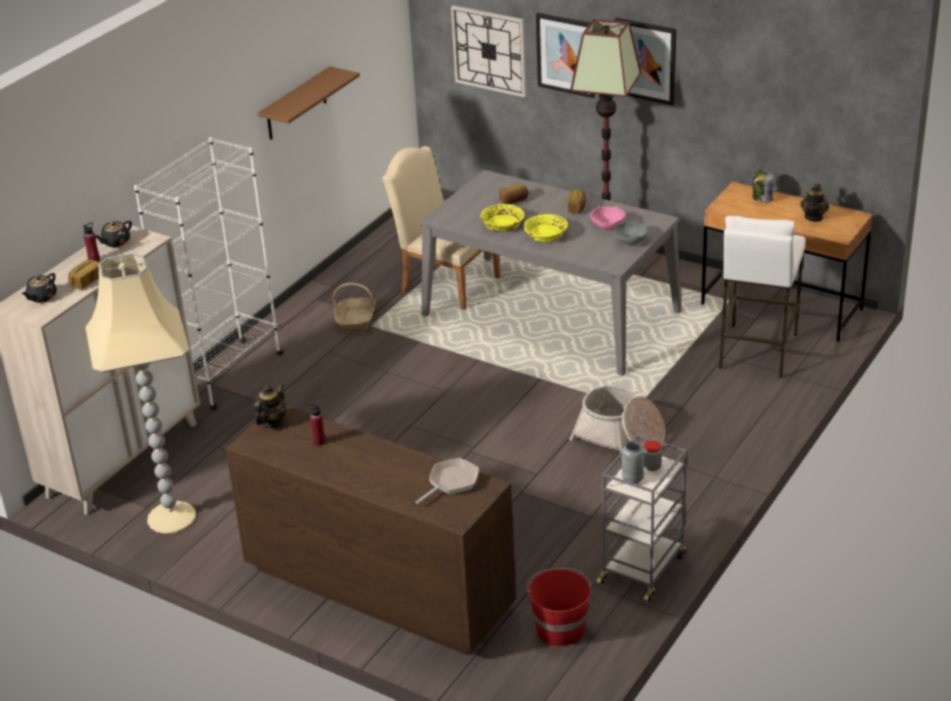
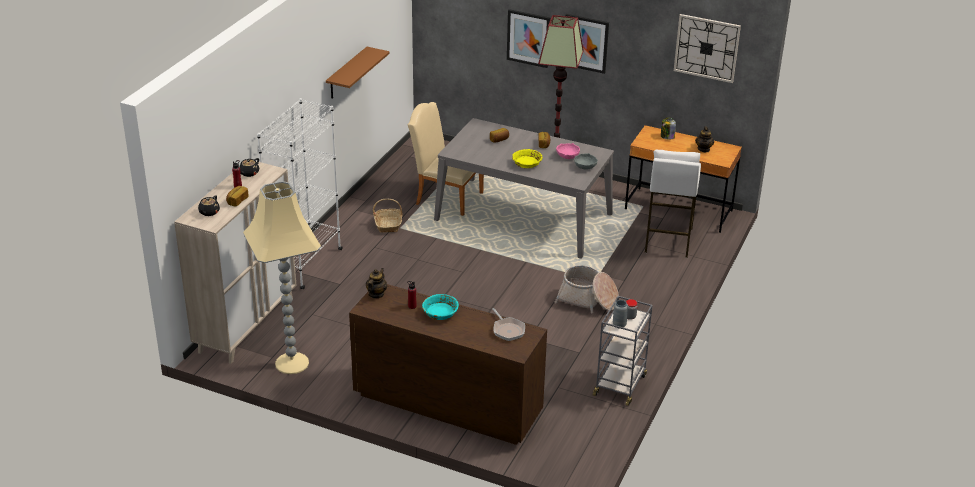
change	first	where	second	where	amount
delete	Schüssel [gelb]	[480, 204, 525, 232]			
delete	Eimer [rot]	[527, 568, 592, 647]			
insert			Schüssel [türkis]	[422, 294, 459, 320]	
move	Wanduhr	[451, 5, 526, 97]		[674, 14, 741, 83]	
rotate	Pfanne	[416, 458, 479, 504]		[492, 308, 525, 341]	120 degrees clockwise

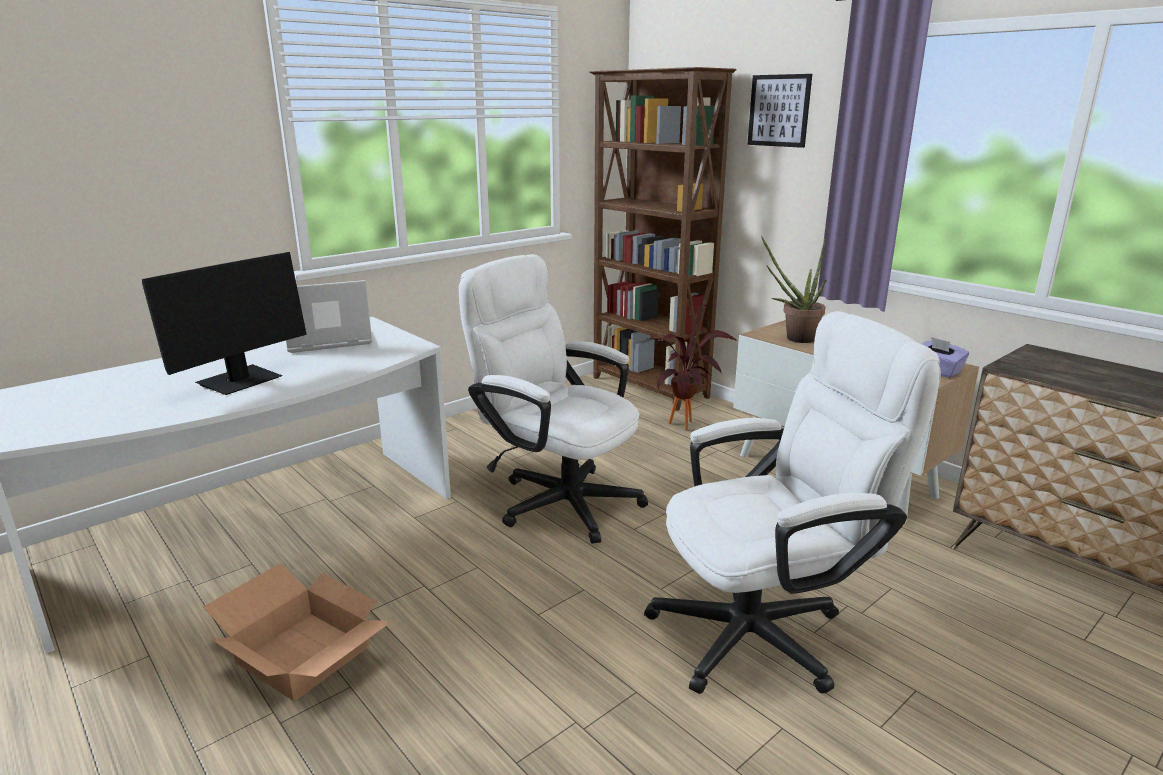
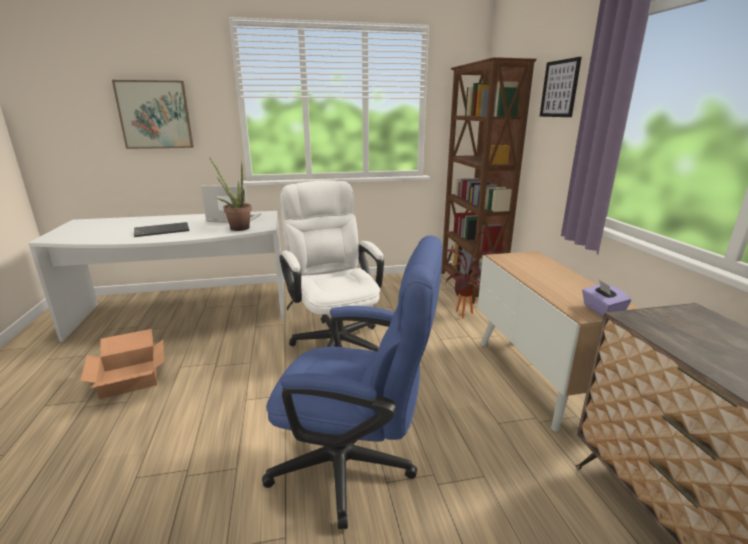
change	first	where	second	where	amount
insert			Bild	[112, 80, 194, 149]	
move	Topfpflanze	[761, 236, 827, 343]		[209, 157, 252, 231]	
replace	Monitor	[142, 252, 307, 395]	Tastatur	[134, 222, 189, 237]	
recolor	Bürostuhl [weiß]	[644, 311, 941, 694]	Bürostuhl [blau]	[262, 235, 443, 529]	

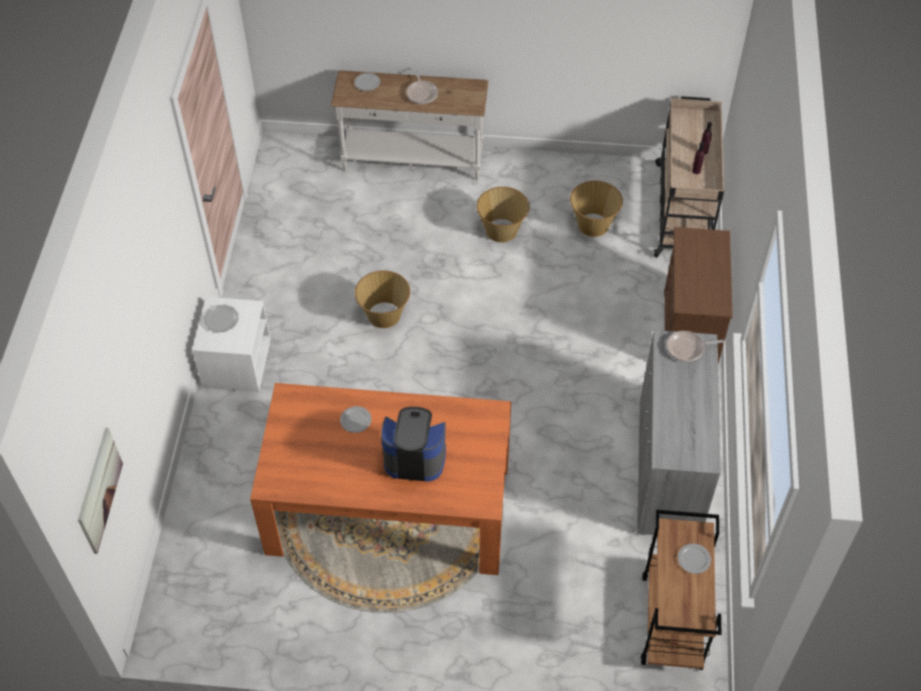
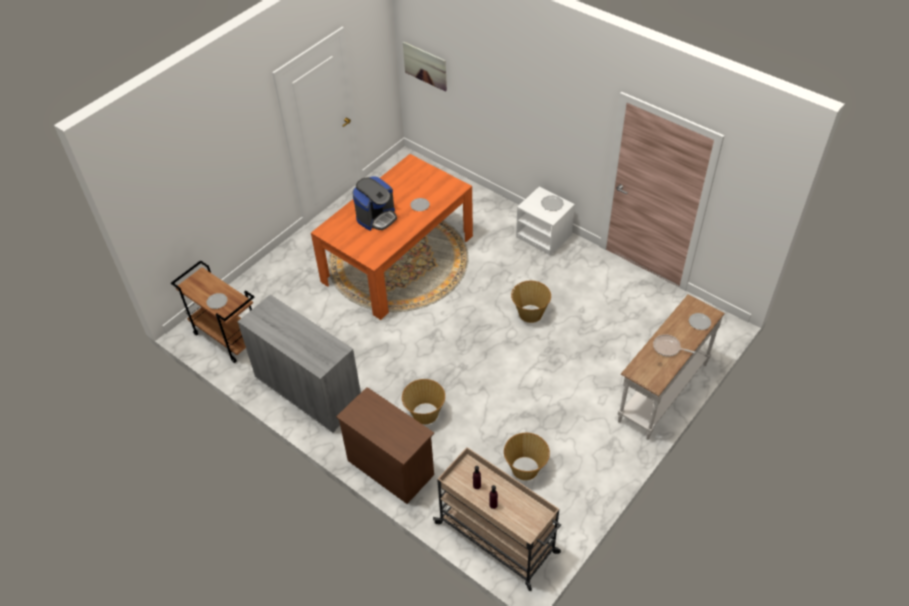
change	first	where	second	where	amount
delete	Pfanne	[667, 331, 724, 362]			
move	Korb	[477, 187, 530, 243]		[402, 379, 445, 424]	

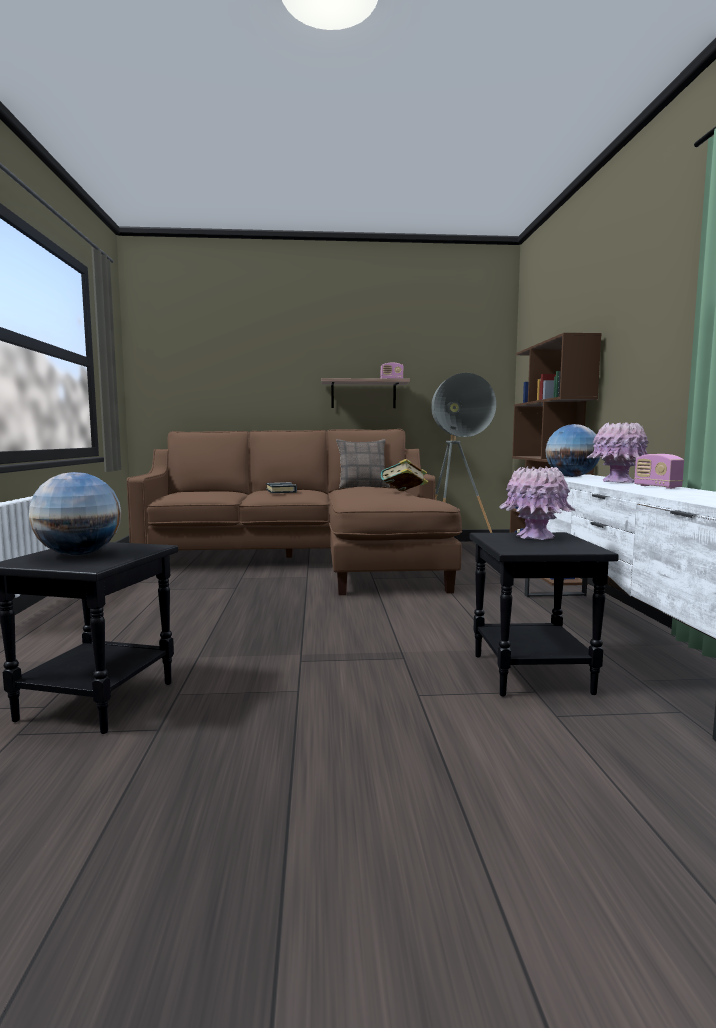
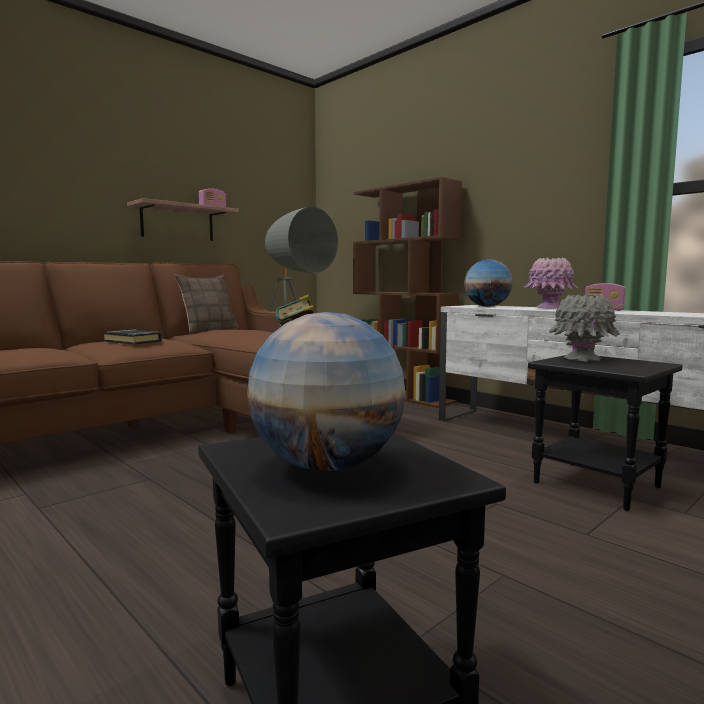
change	first	where	second	where	amount
recolor	Vase [rosa]	[500, 466, 575, 540]	Vase [grau]	[549, 294, 621, 362]	

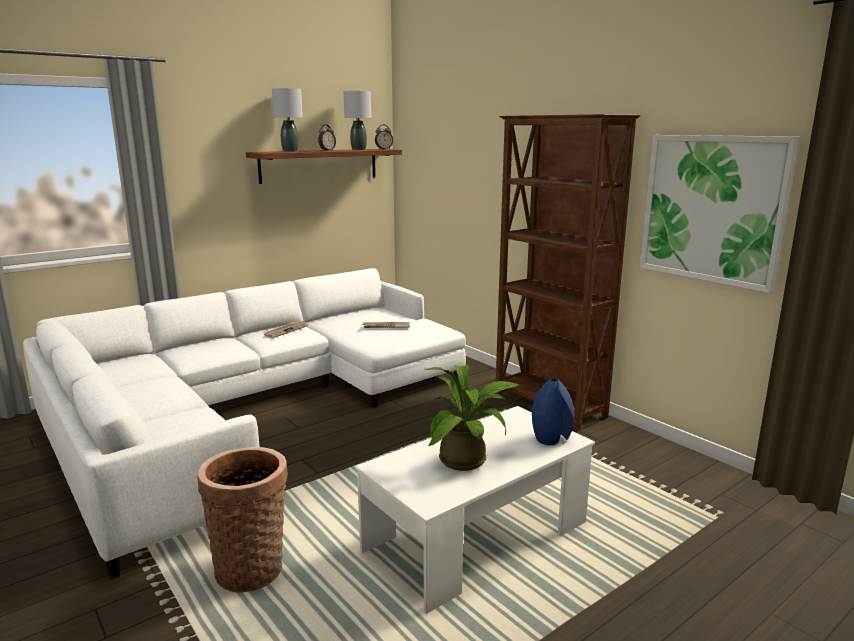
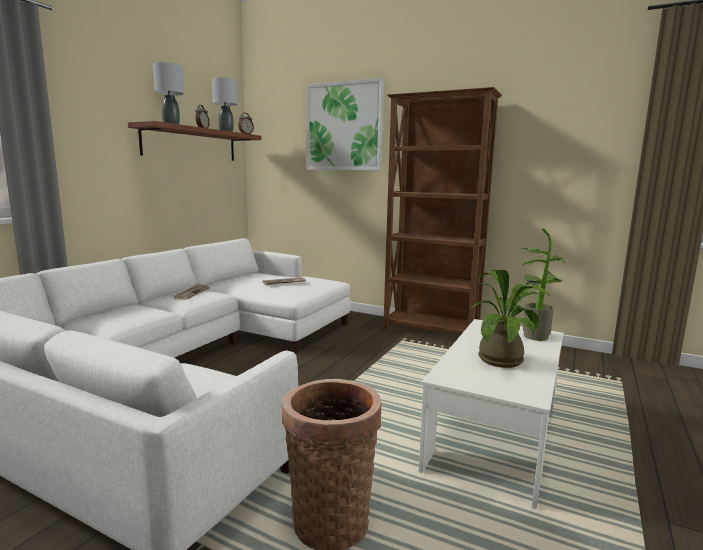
change	first	where	second	where	amount
move	Bild	[640, 135, 800, 293]		[306, 78, 384, 171]	
replace	Vase [blau]	[532, 378, 574, 445]	Topfpflanze	[521, 227, 565, 341]	

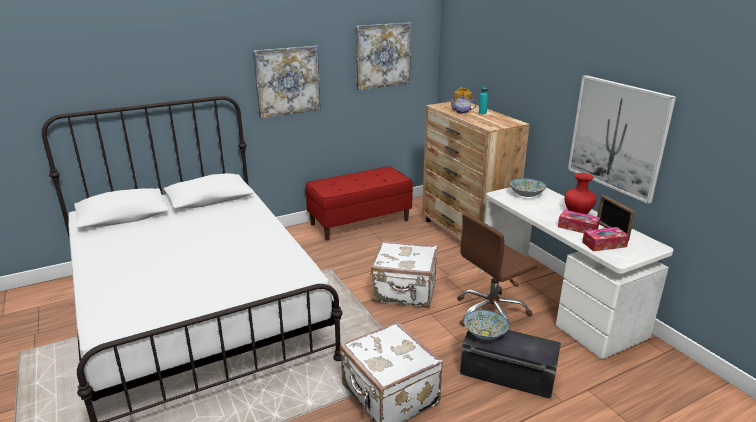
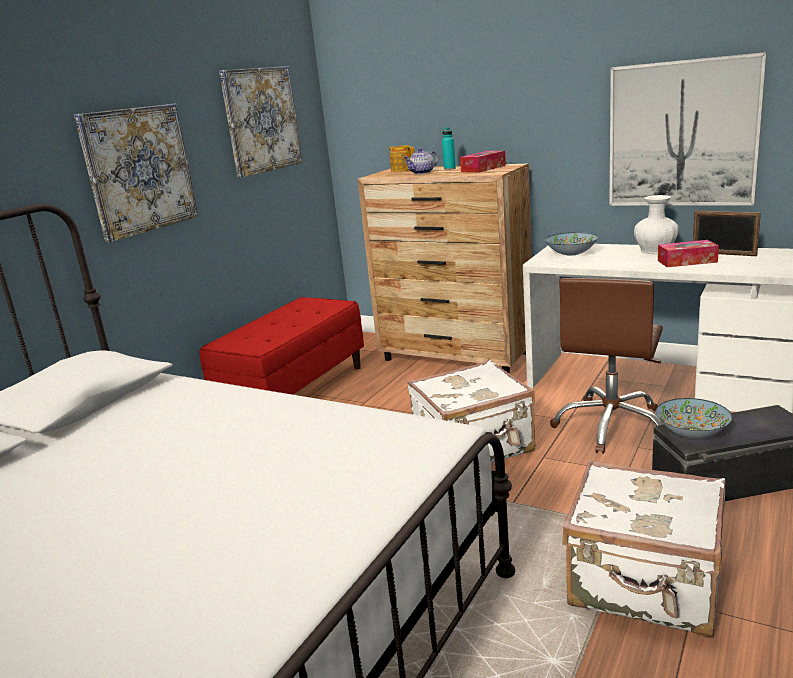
change	first	where	second	where	amount
move	Taschentuchbox	[582, 227, 629, 251]		[460, 151, 506, 173]	
recolor	Vase [rot]	[564, 173, 596, 215]	Vase [weiß]	[634, 195, 679, 254]	

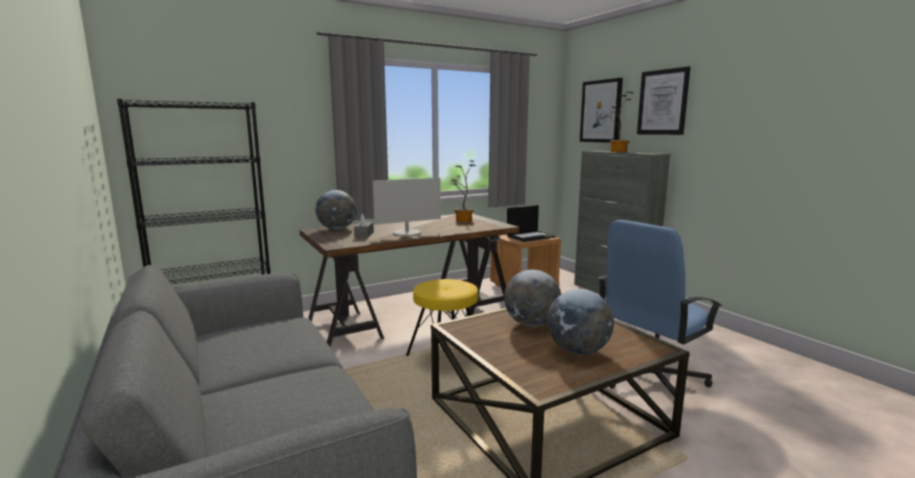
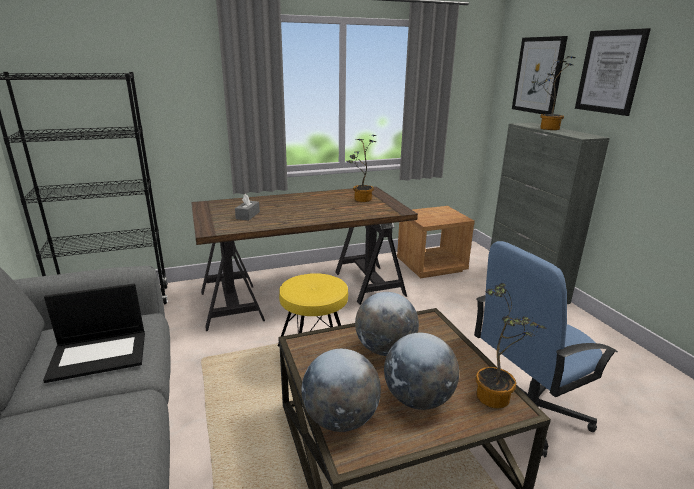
change	first	where	second	where	amount
delete	Monitor	[373, 178, 441, 237]			
insert			Topfpflanze	[476, 283, 547, 408]	
move	Globus	[316, 190, 356, 230]		[301, 349, 381, 432]	
move	Laptop	[507, 205, 555, 242]		[43, 284, 145, 383]	

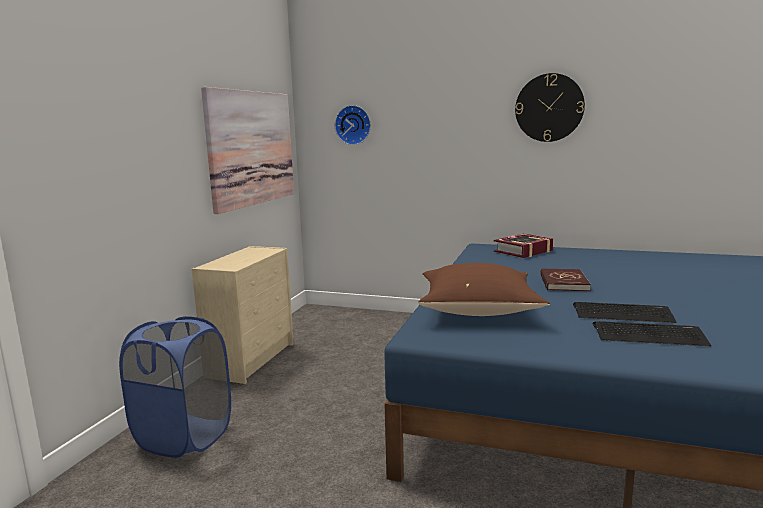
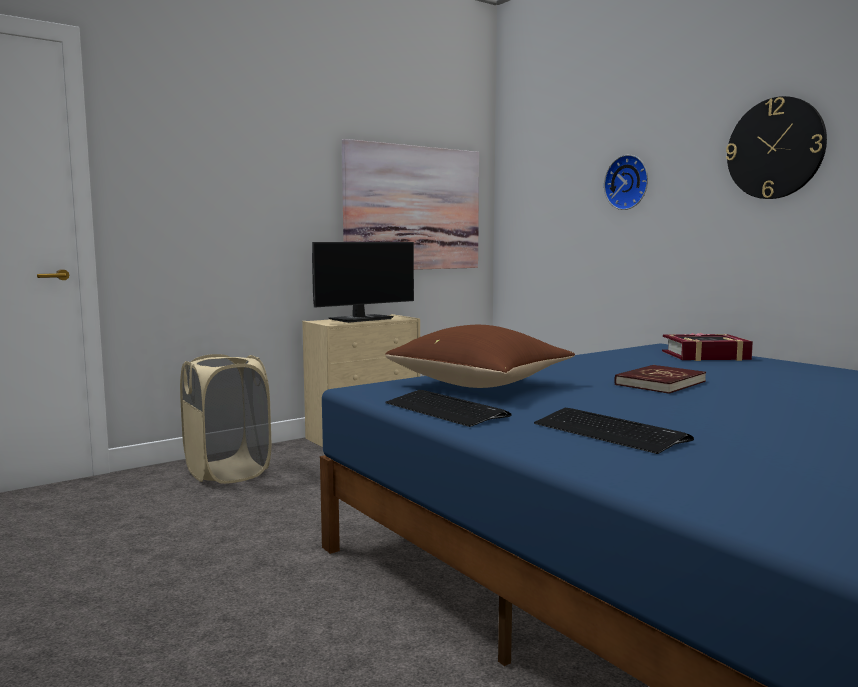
change	first	where	second	where	amount
insert			Monitor	[312, 242, 414, 323]	
move	Wanduhr	[335, 105, 371, 145]		[604, 155, 648, 210]	
move	Tastatur	[573, 302, 676, 323]		[386, 390, 512, 427]	
recolor	Wäschekorb [blau]	[119, 316, 231, 458]	Wäschekorb [beige]	[180, 354, 271, 484]	

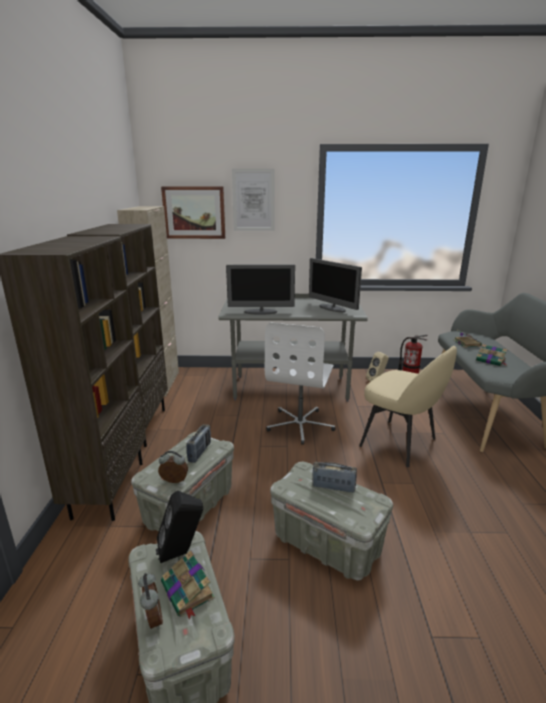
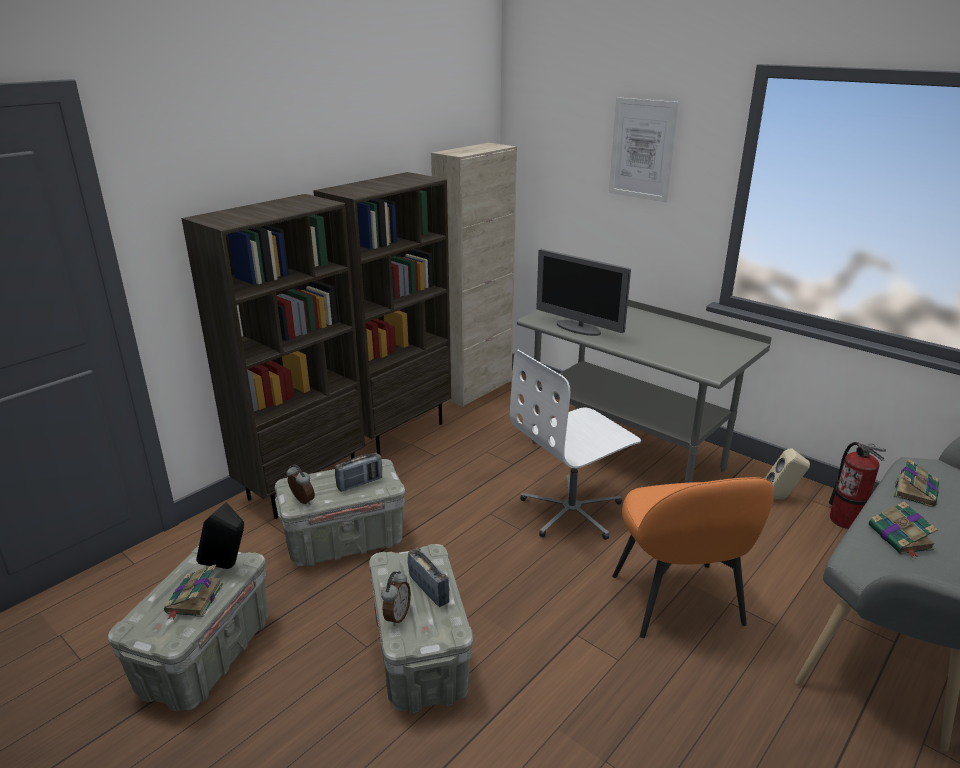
change	first	where	second	where	amount
delete	Bild	[161, 186, 225, 239]			
delete	Monitor	[309, 258, 362, 312]			
move	Wecker	[138, 573, 163, 630]		[381, 571, 411, 626]	
recolor	Stuhl [beige]	[359, 346, 457, 467]	Stuhl [orange]	[612, 477, 774, 638]	

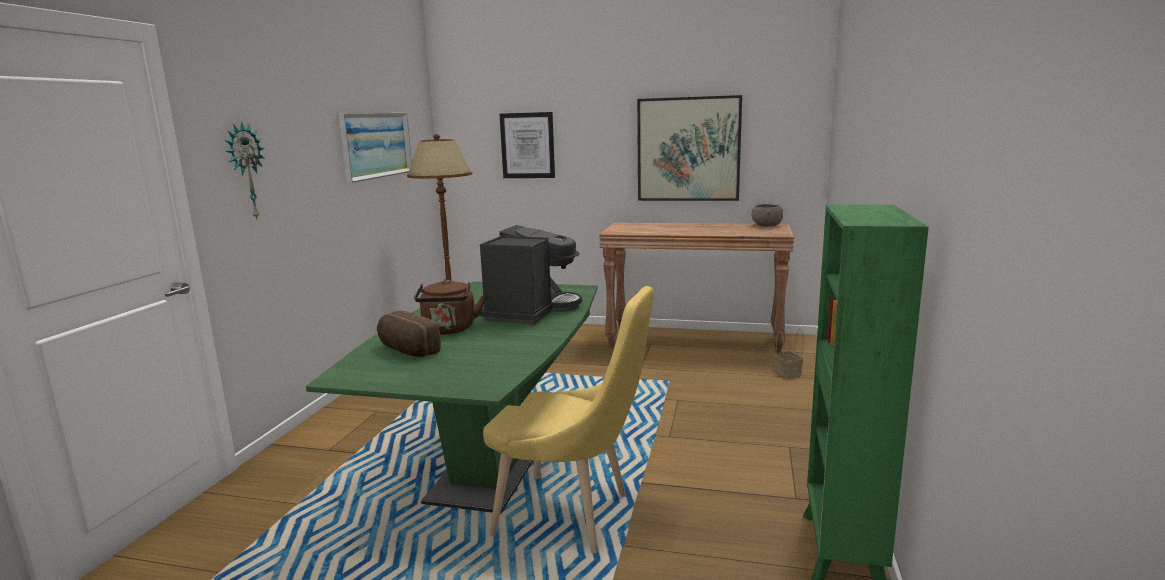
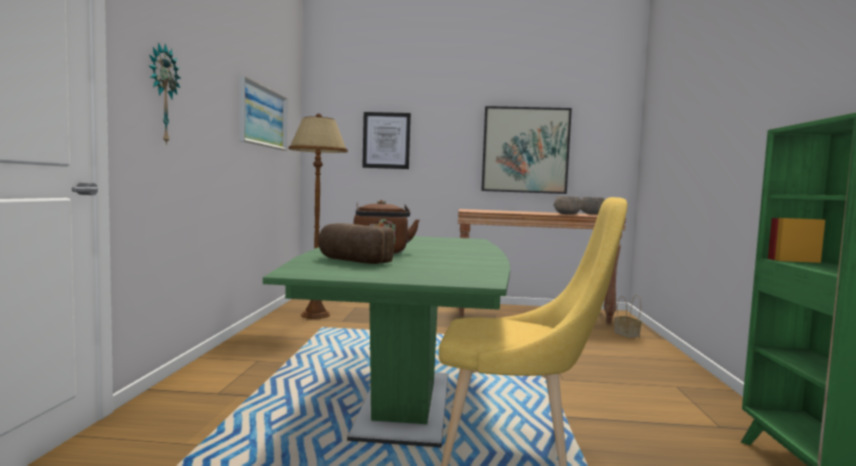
change	first	where	second	where	amount
delete	Kaffeemaschine	[479, 225, 582, 325]			
insert			Schüssel [grau]	[553, 196, 582, 215]	

